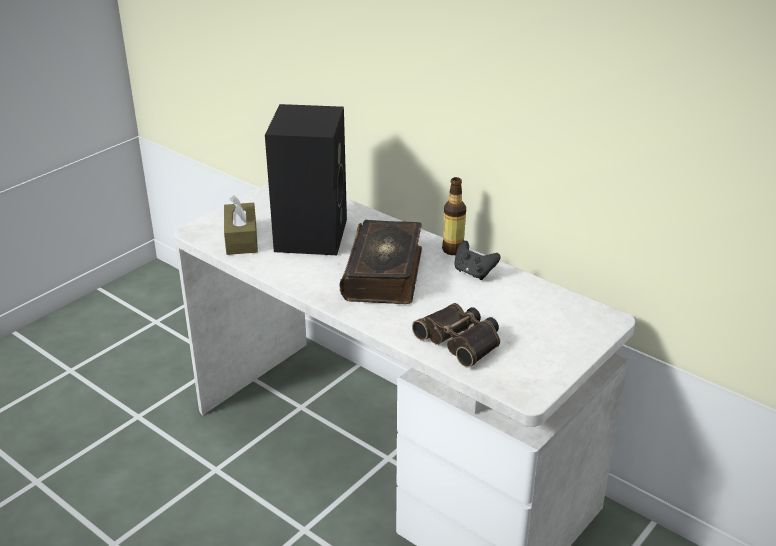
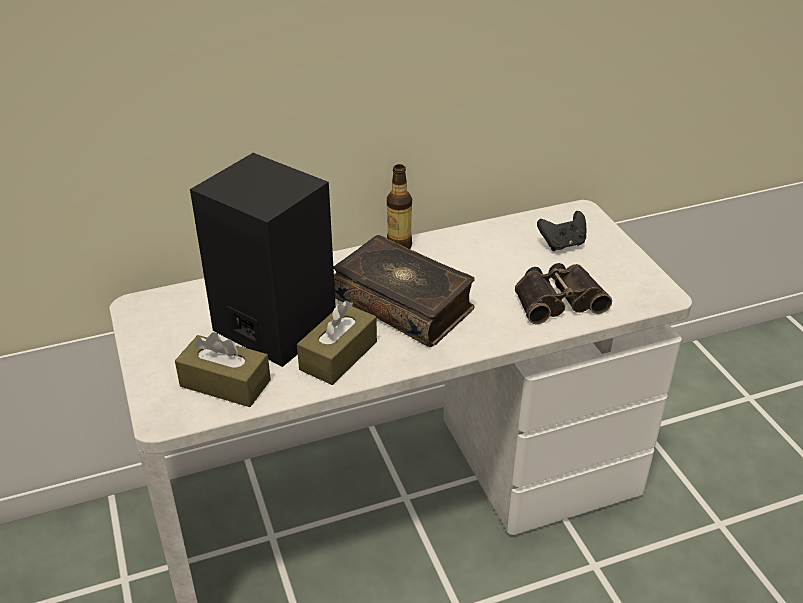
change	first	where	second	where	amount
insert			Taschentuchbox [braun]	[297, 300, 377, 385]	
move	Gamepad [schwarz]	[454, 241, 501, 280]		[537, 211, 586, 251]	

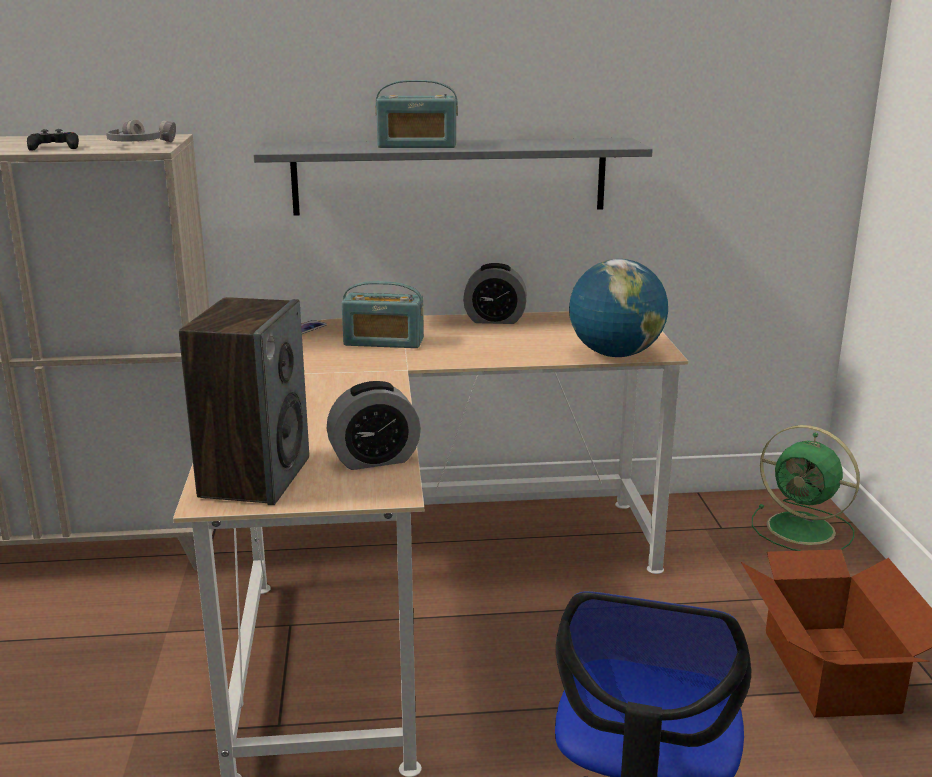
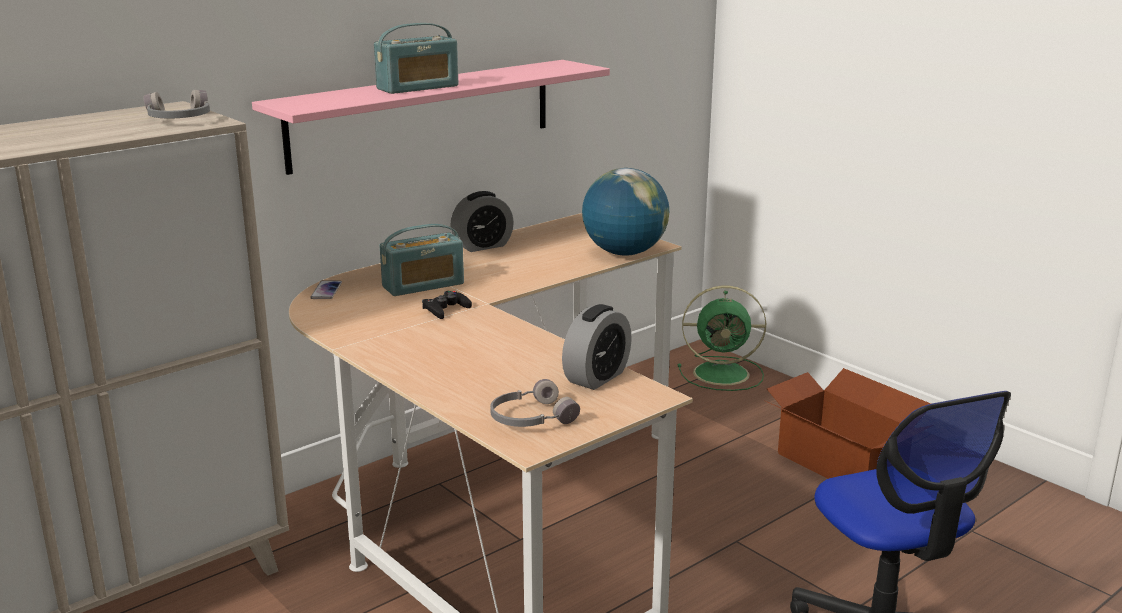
change	first	where	second	where	amount
move	Gamepad [schwarz]	[27, 129, 79, 151]		[422, 291, 472, 319]	
replace	Lautsprecher	[179, 297, 309, 505]	Kopfhörer [grau]	[490, 379, 580, 427]	
recolor	Wandregal [grau]	[253, 138, 653, 216]	Wandregal [rosa]	[252, 60, 610, 175]	

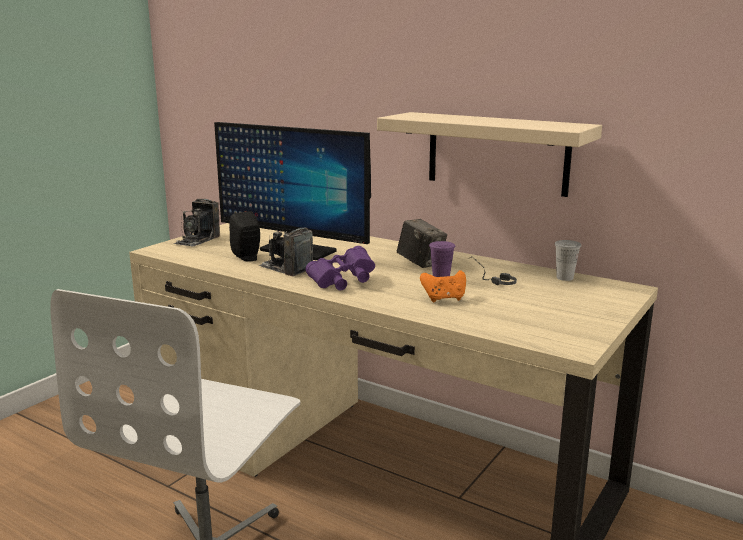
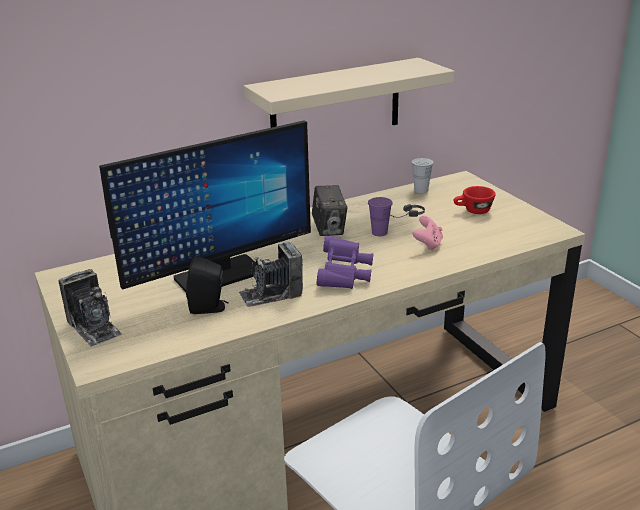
change	first	where	second	where	amount
insert			Tasse [rot]	[454, 186, 496, 214]	
recolor	Gamepad [orange]	[420, 270, 466, 302]	Gamepad [rosa]	[413, 216, 443, 251]	
rotate	Kamera	[397, 219, 447, 268]		[312, 185, 347, 236]	90 degrees clockwise

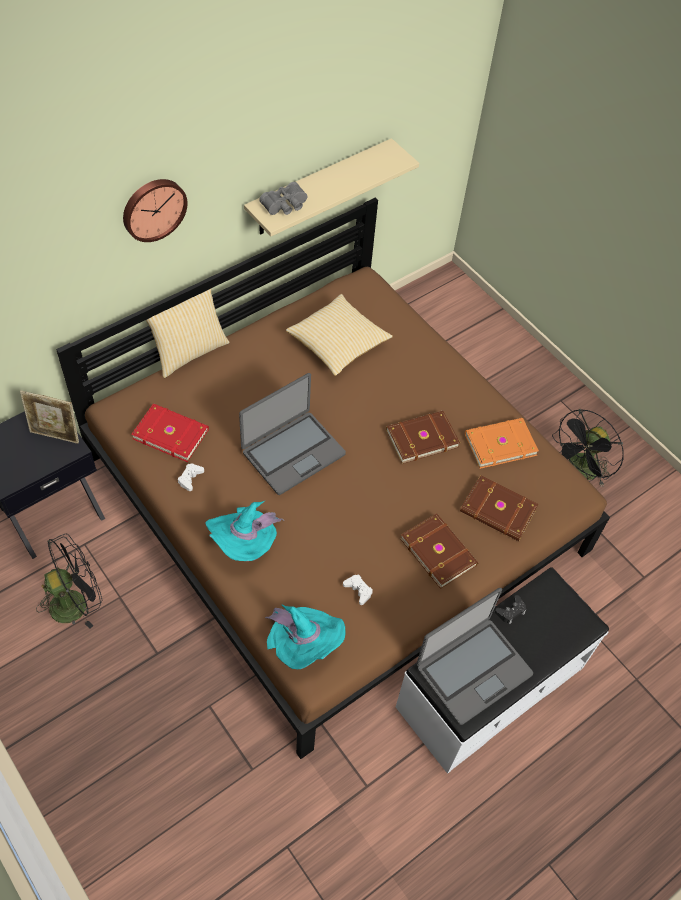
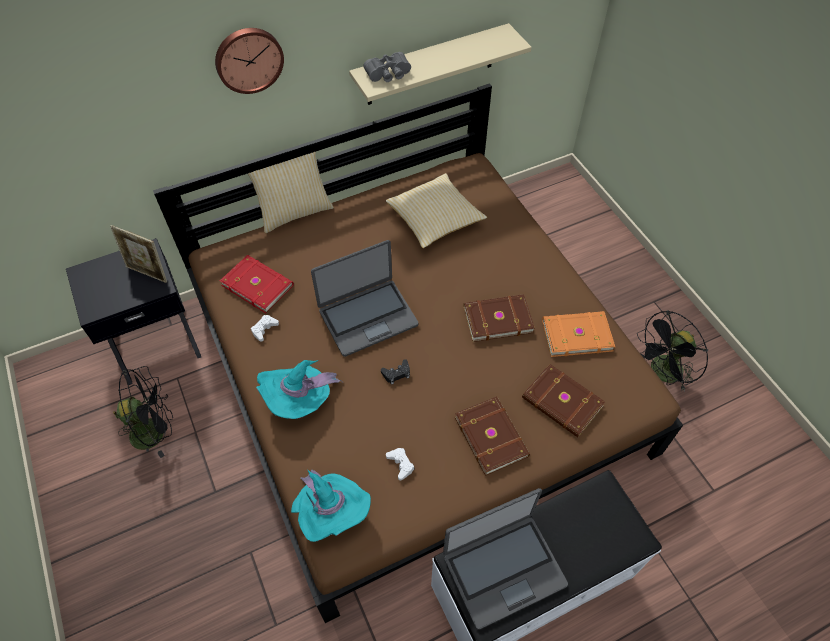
change	first	where	second	where	amount
move	Gamepad [schwarz]	[495, 595, 526, 624]		[381, 359, 410, 385]	

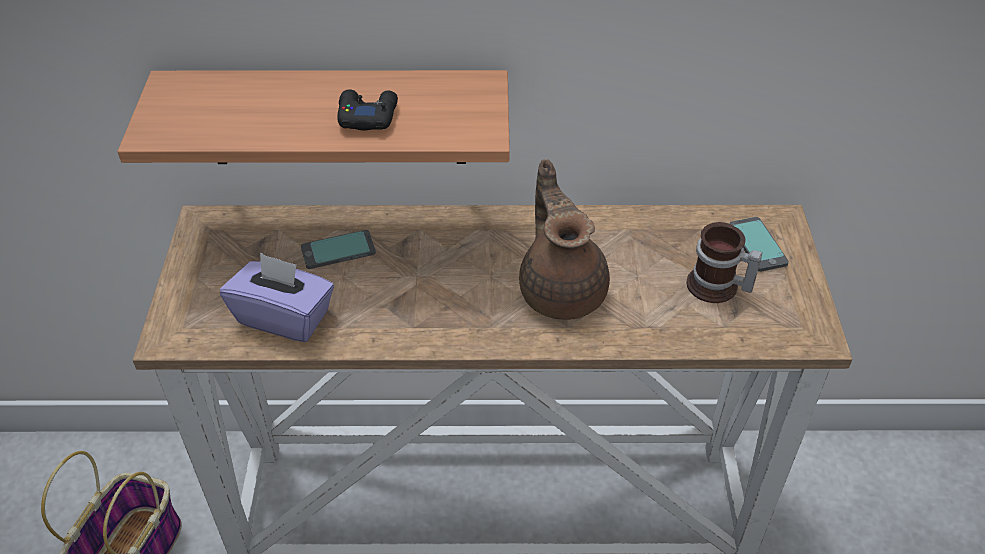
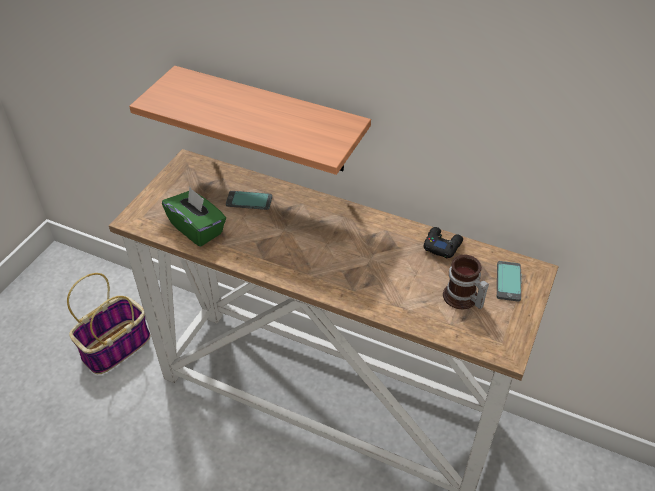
change	first	where	second	where	amount
delete	Teekanne [braun]	[519, 159, 610, 320]			
move	Gamepad [schwarz]	[337, 89, 398, 131]		[424, 227, 463, 258]	
recolor	Taschentuchbox [lila]	[220, 252, 334, 342]	Taschentuchbox [grün]	[162, 187, 226, 247]	

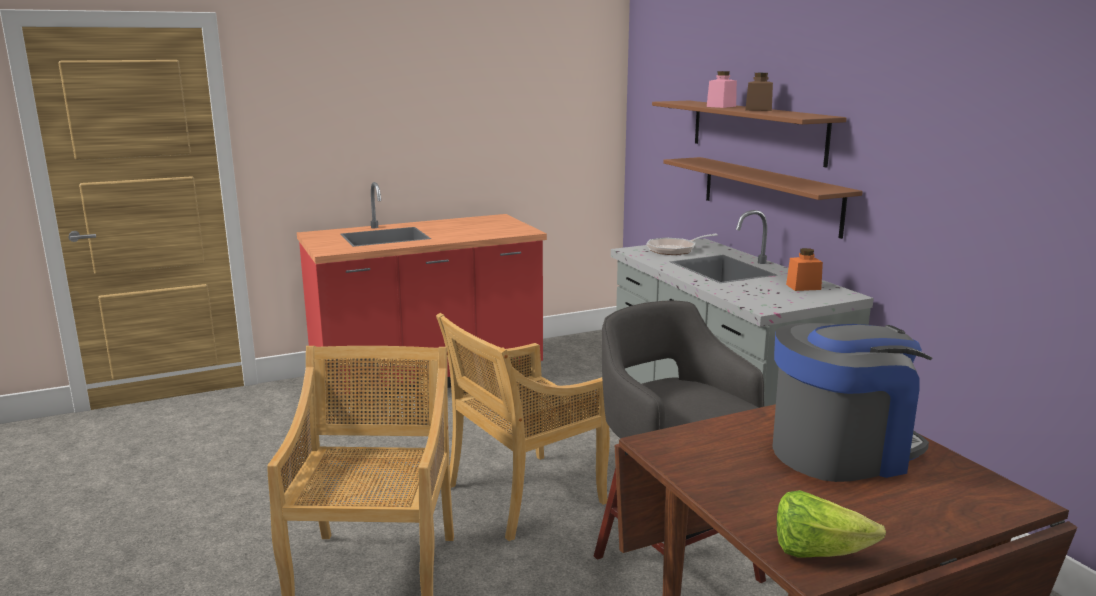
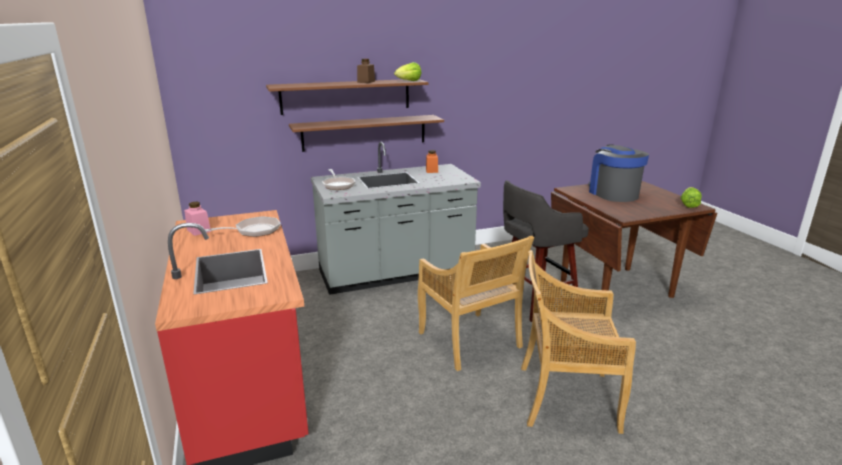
change	first	where	second	where	amount
insert			Pfanne	[205, 216, 281, 237]	
insert			Salatkopf	[394, 62, 421, 81]	
move	Vorratsglas [rosa]	[707, 71, 737, 108]		[184, 202, 211, 236]	

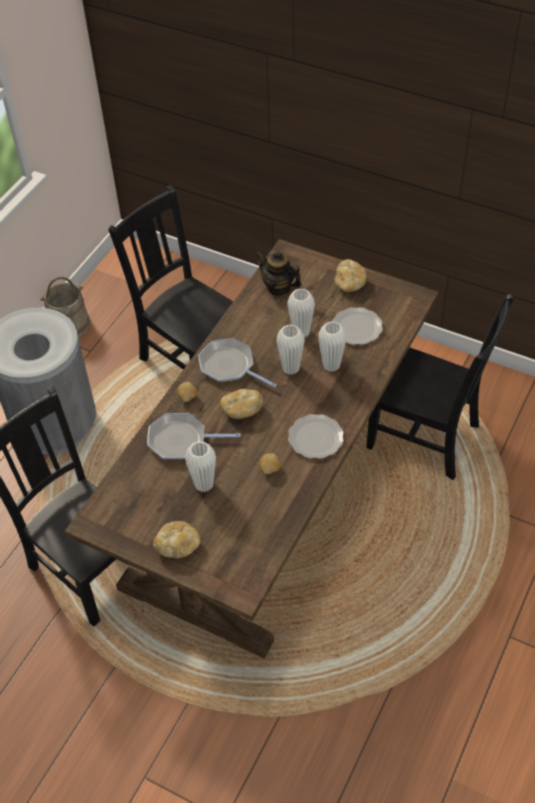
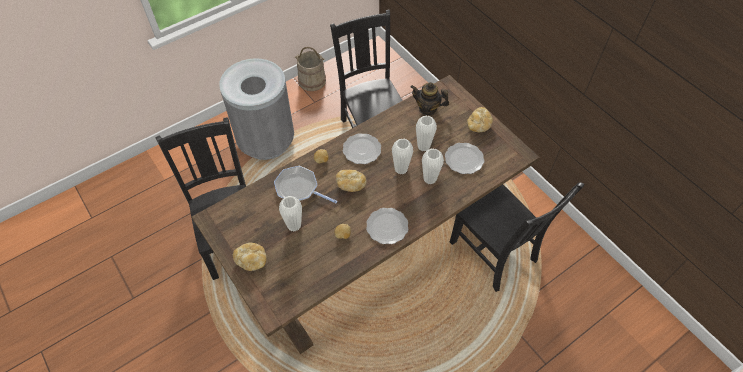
change	first	where	second	where	amount
replace	Pfanne	[198, 338, 277, 387]	Teller	[343, 133, 381, 164]	
rotate	Teekanne	[255, 250, 302, 296]		[410, 82, 449, 115]	45 degrees counterclockwise

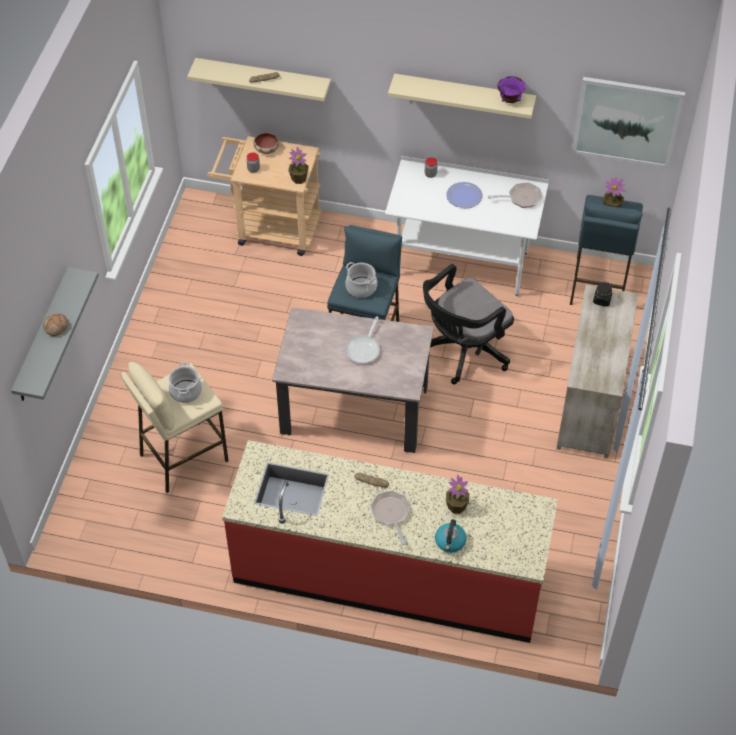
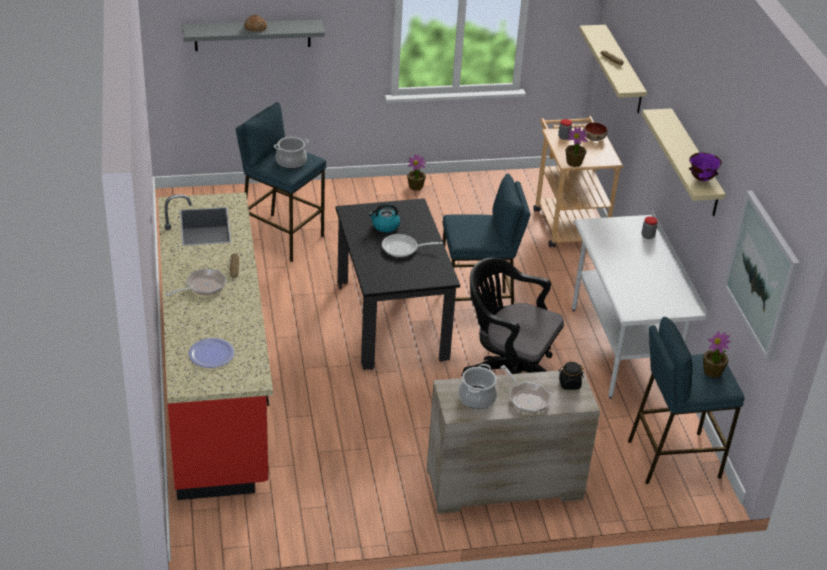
change	first	where	second	where	amount
move	Kochtopf	[345, 262, 377, 298]		[459, 364, 497, 409]	
move	Wasserkessel	[435, 519, 467, 553]		[368, 203, 400, 232]	
move	Teller	[446, 182, 483, 208]		[188, 338, 235, 368]	
move	Topfpflanze	[446, 475, 469, 514]		[407, 154, 426, 191]	
move	Pfanne	[488, 182, 543, 208]		[501, 365, 551, 414]	
recolor	Hocker [beige]	[120, 362, 228, 493]	Hocker [blau]	[236, 102, 326, 262]	
recolor	Esstisch [beige]	[272, 307, 434, 453]	Esstisch [schwarz]	[335, 198, 460, 370]	

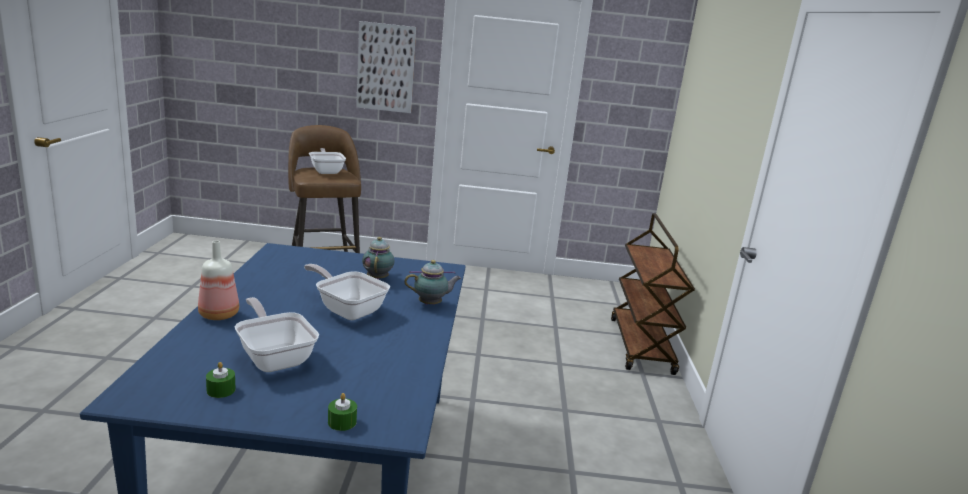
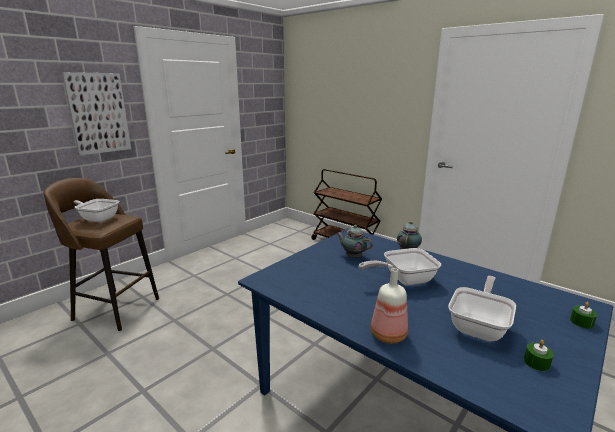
change	first	where	second	where	amount
rotate	Pfanne	[235, 297, 319, 372]		[448, 276, 516, 342]	120 degrees clockwise

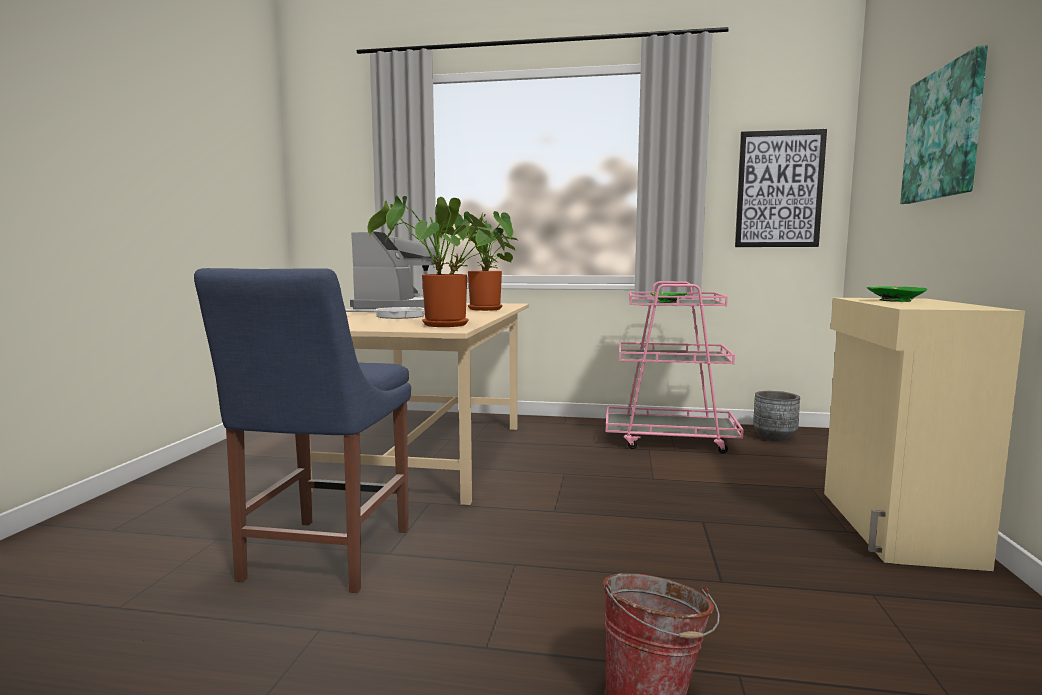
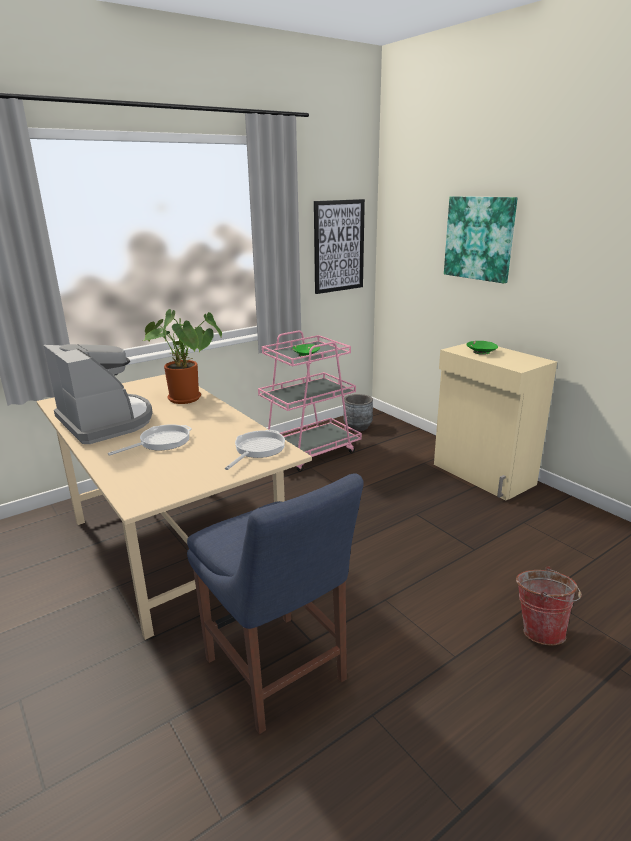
change	first	where	second	where	amount
replace	Topfpflanze	[367, 196, 505, 327]	Pfanne	[225, 430, 285, 470]	

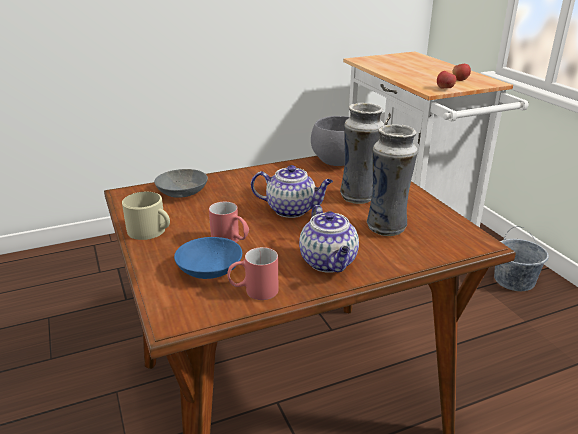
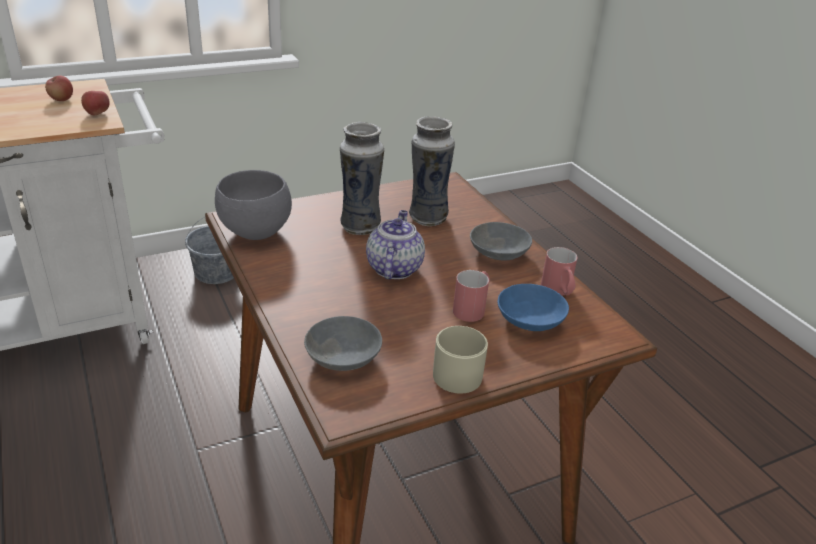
change	first	where	second	where	amount
replace	Teekanne	[299, 205, 359, 273]	Schüssel [grau]	[470, 222, 532, 261]	

